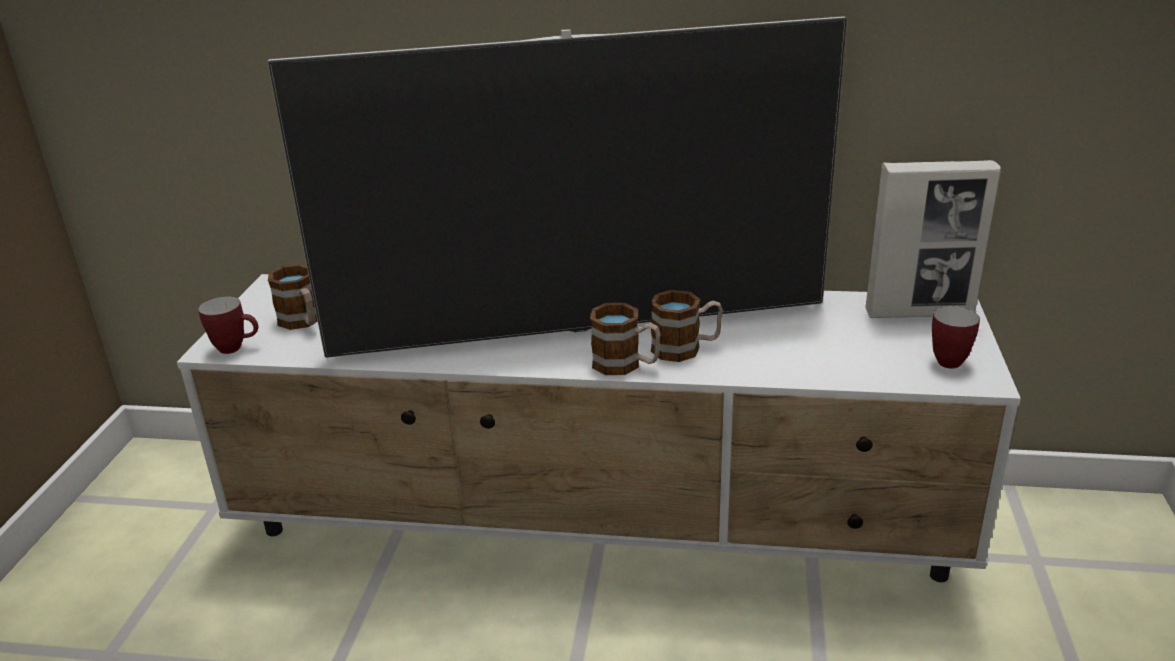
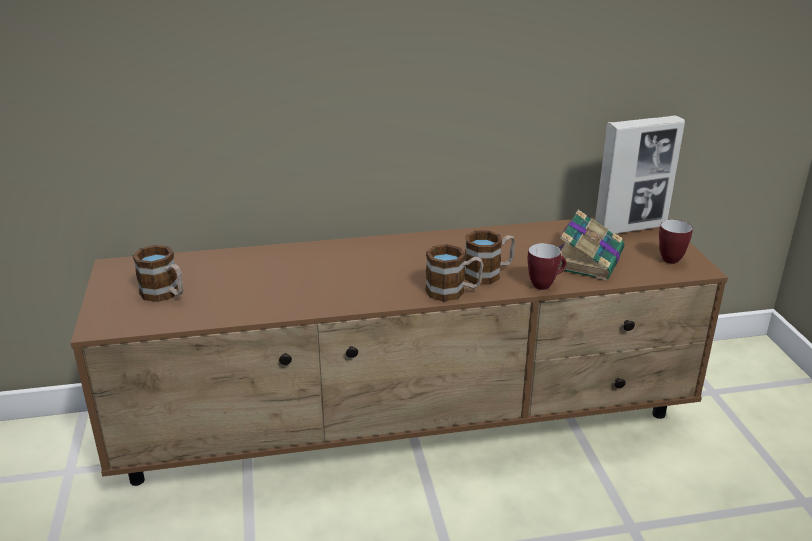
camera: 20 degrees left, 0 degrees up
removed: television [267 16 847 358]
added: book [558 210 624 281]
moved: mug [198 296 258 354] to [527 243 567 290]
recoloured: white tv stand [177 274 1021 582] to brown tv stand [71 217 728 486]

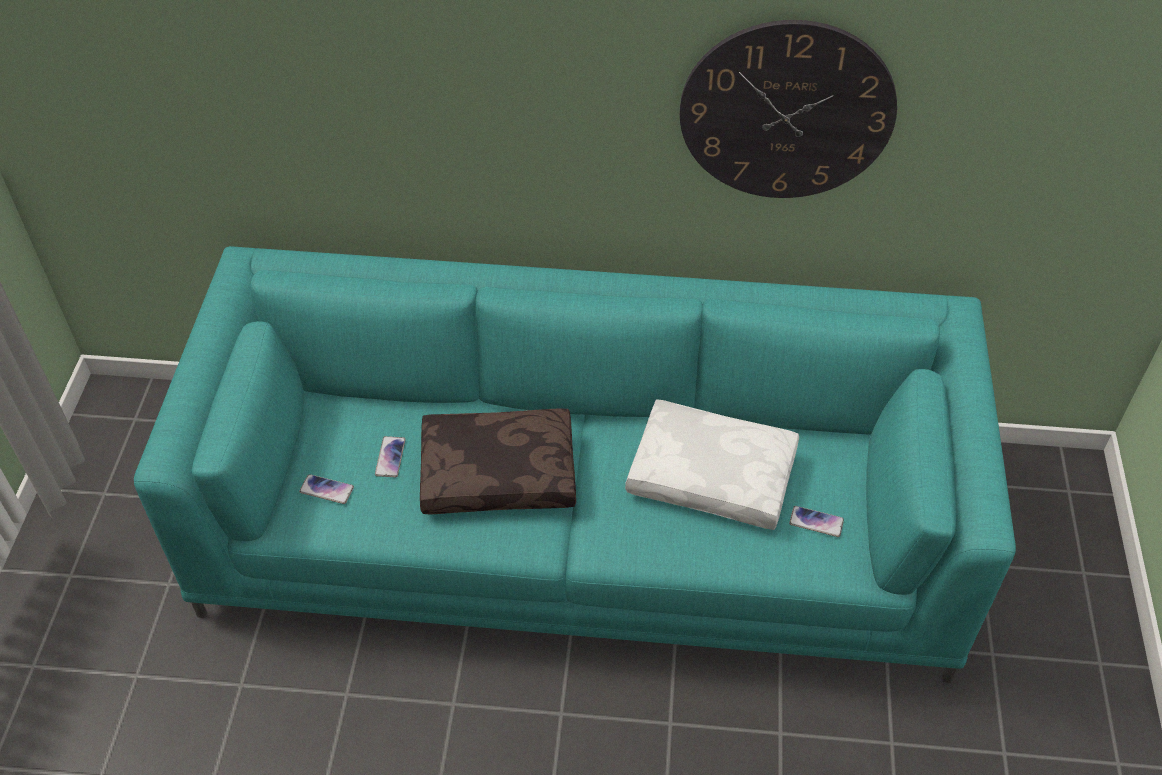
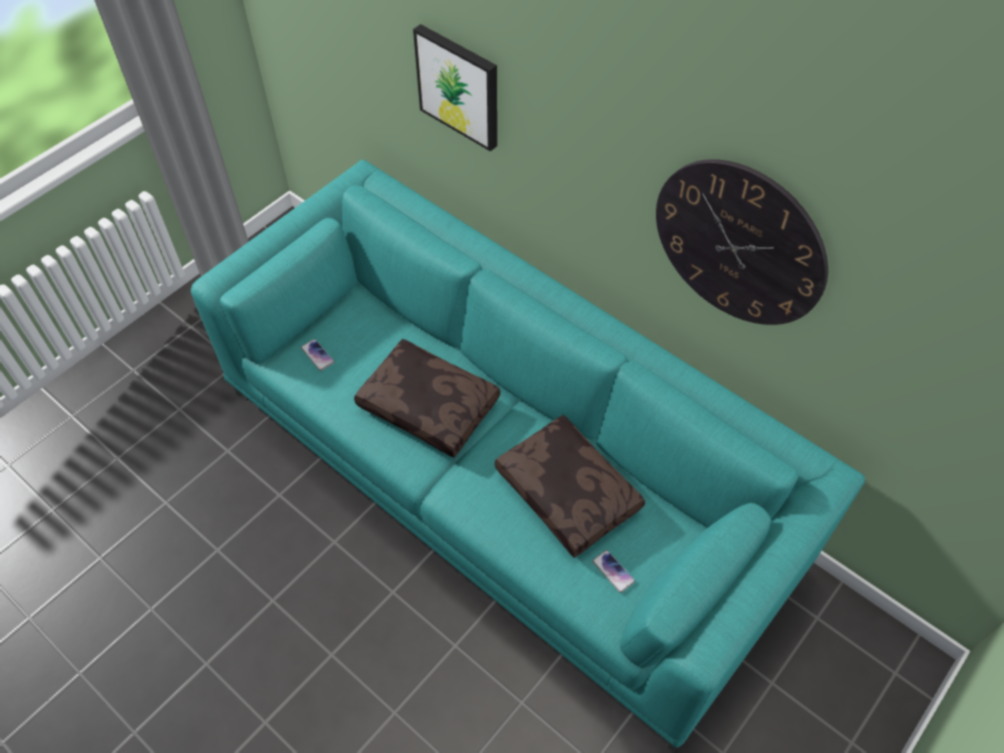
camera: 35 degrees right, 5 degrees up
removed: phone [375 436 406 477]
added: picture [413 24 497 152]
recoloured: white pillow [625 399 799 530] to brown pillow [495 415 645 558]

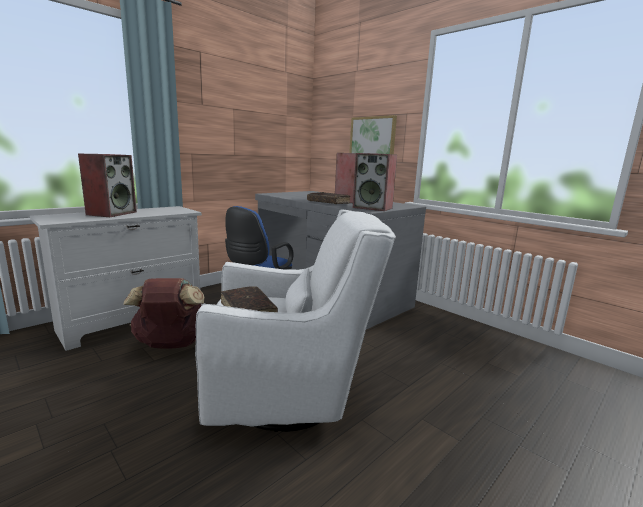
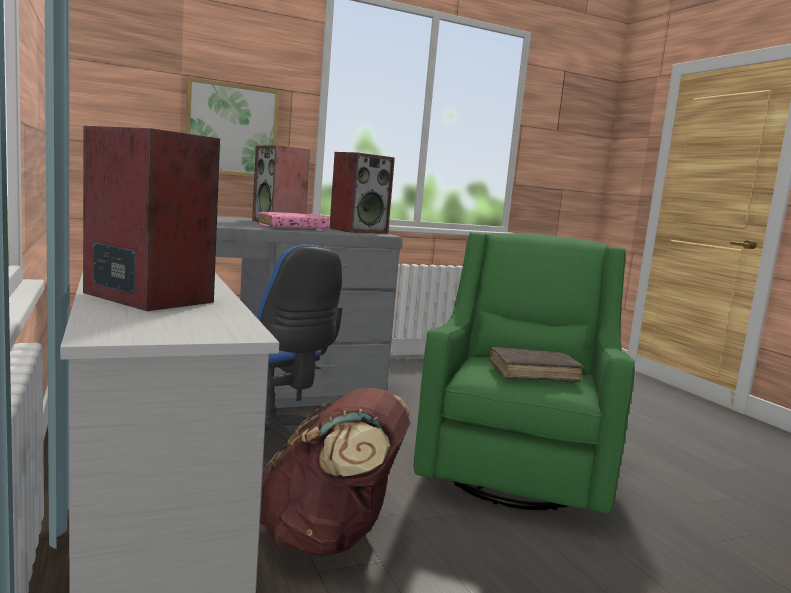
camera: 70 degrees left, 5 degrees down
recoloured: white armchair [195 209 396 432] to green armchair [414 232 635 513]; brown book [307 192 350 204] to pink book [258 211 329 230]

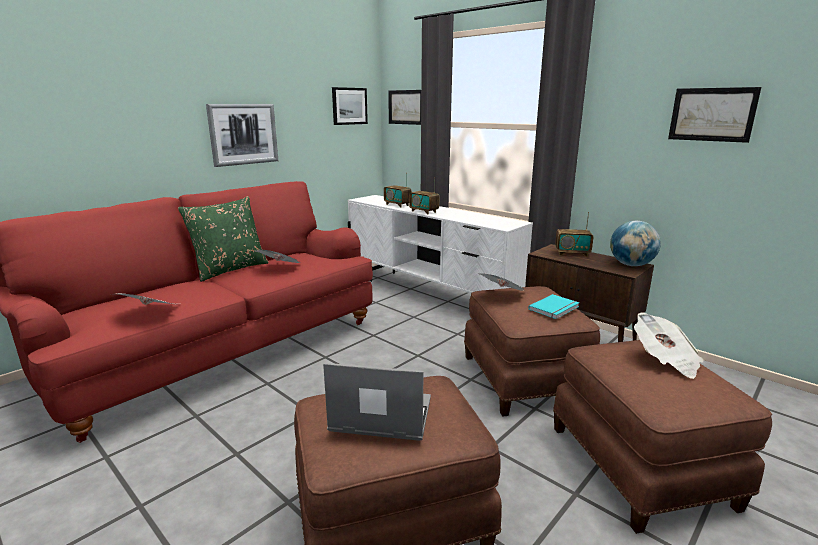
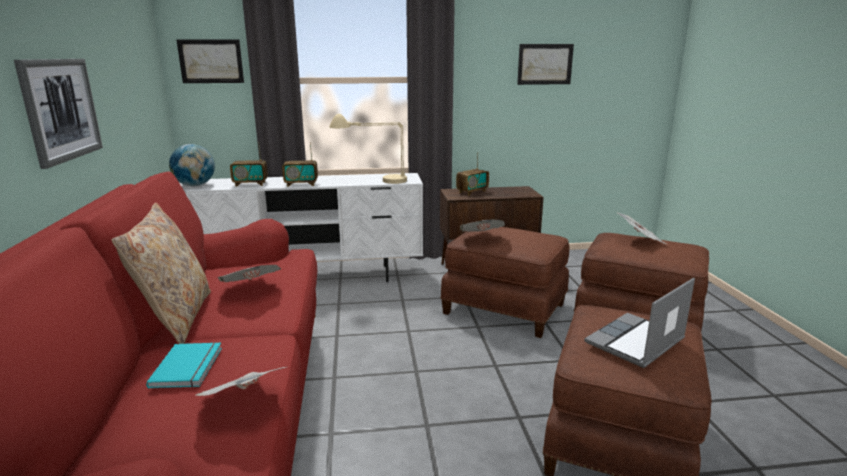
camera: 50 degrees left, 0 degrees up
removed: picture [332 87 368 125]
added: beige table lamp [329 114 407 184]
moved: turquoise book [528 294 579 319] to [146 342 222 388]; globe [610 220 661 266] to [169 144 215 186]
recoloured: green pillow [178 196 269 282] to beige pillow [112 203 211 344]

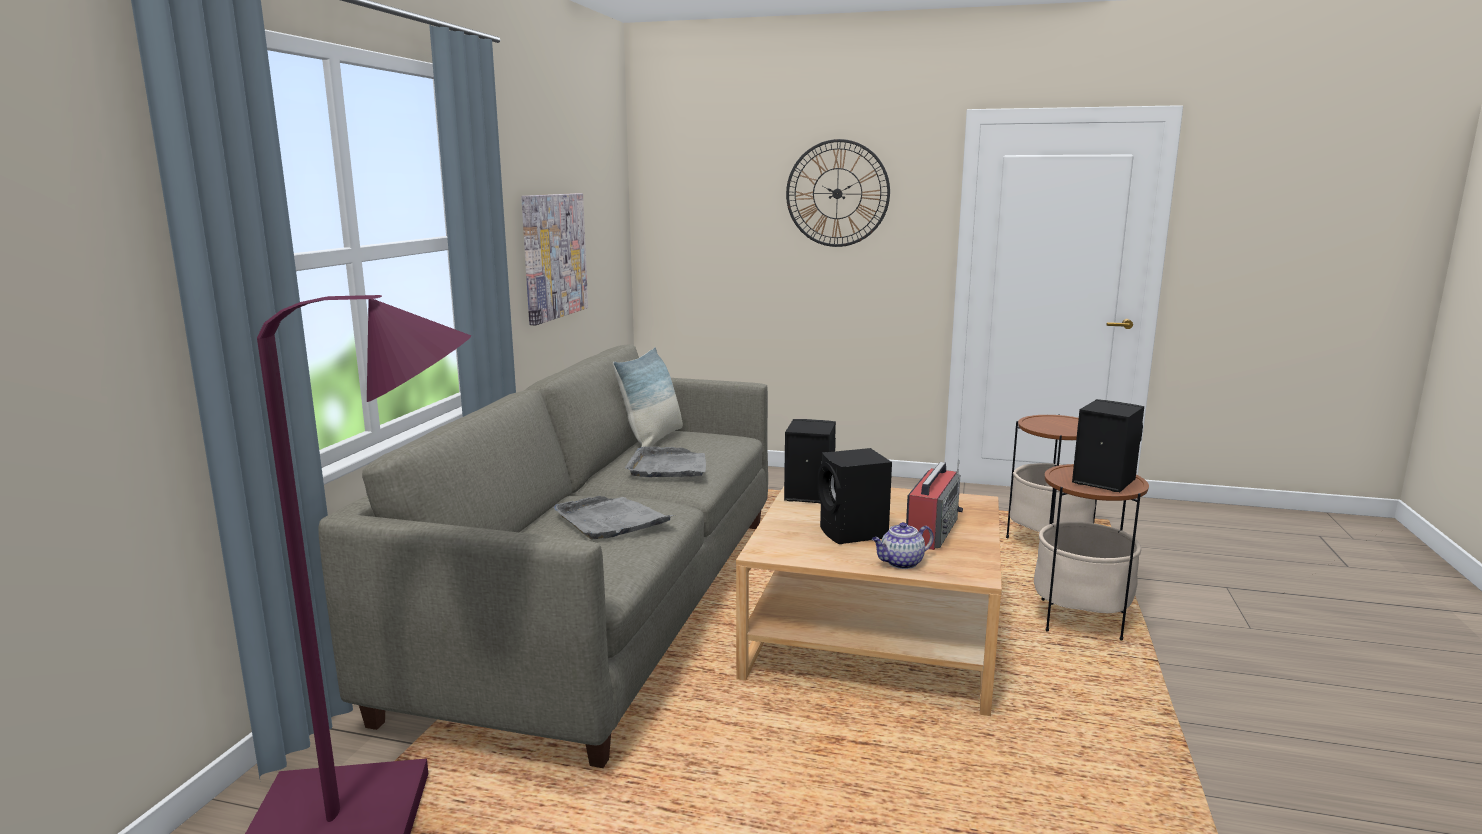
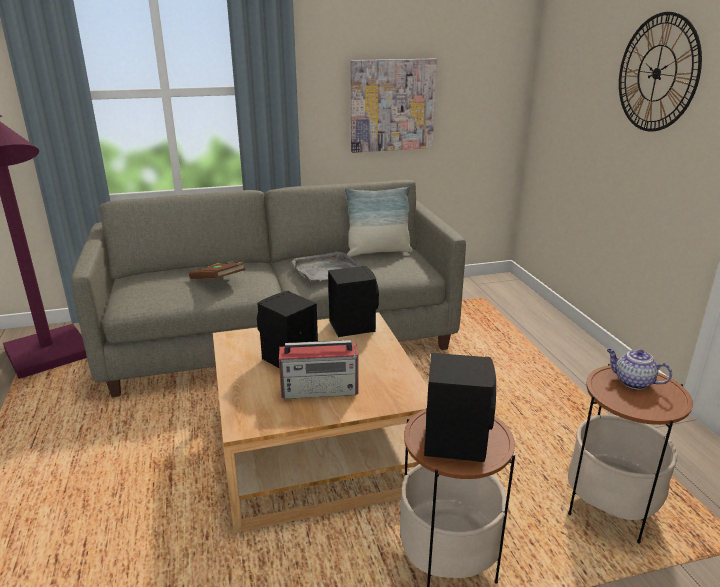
camera: 60 degrees right, 10 degrees up
moved: teapot [872 522 934 569] to [607 349 672 390]
replaced: grey tray [554 496 674 539] to brown book [189 261 246 279]

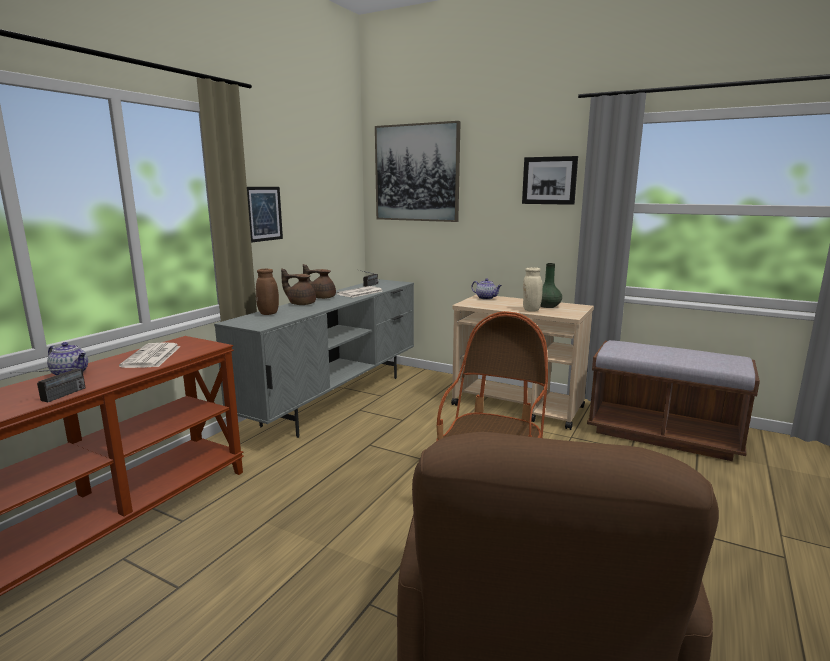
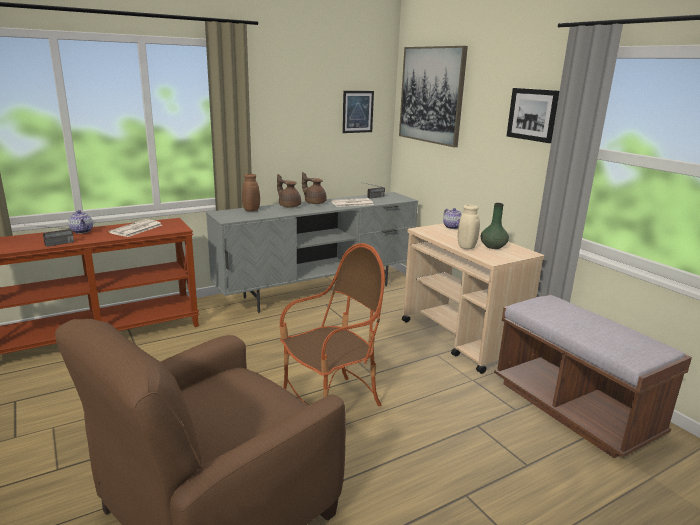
camera: 30 degrees right, 5 degrees up
moved: picture [247 187 283 243] to [342 91 374 133]

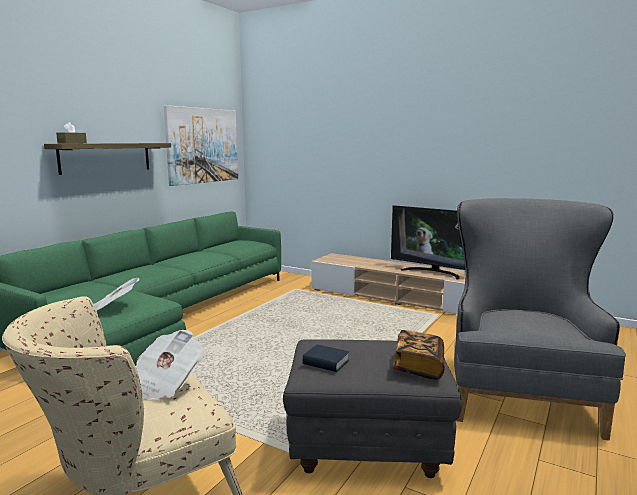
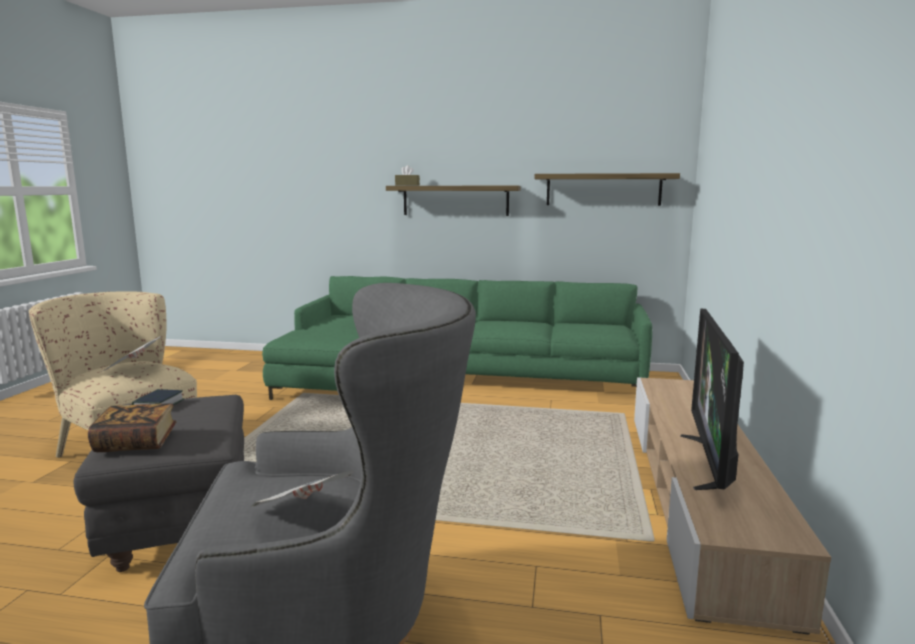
camera: 70 degrees right, 0 degrees up
moved: newspaper [94 278 140 311] to [251 470 355 507]
replaced: picture [164 105 238 186] to shelf [534 173 680 206]

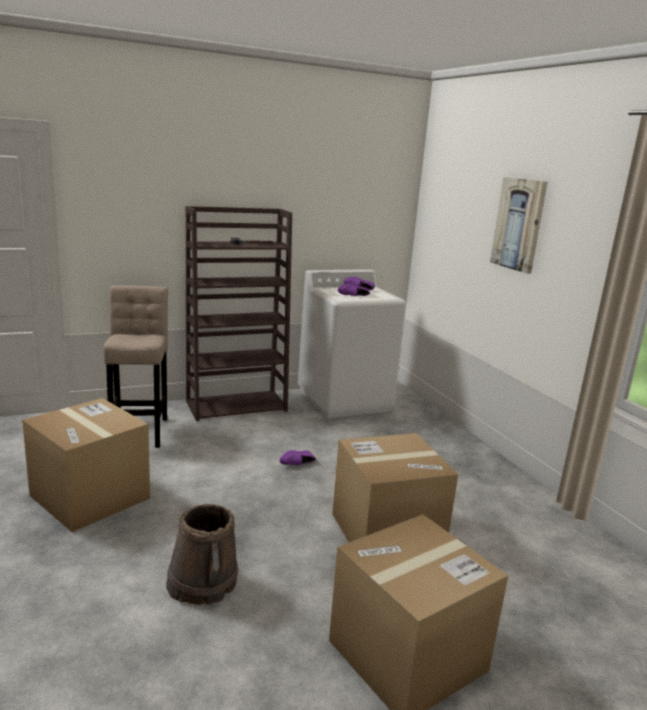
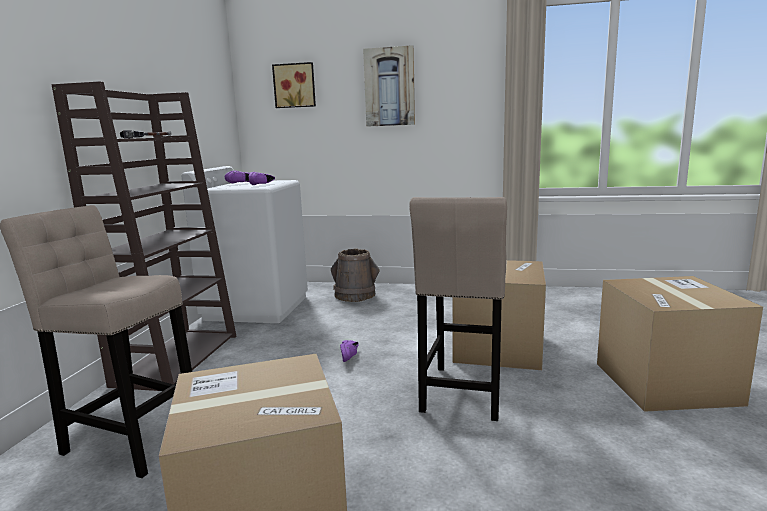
camera: 55 degrees left, 5 degrees down
added: picture [272 62 316 108]; beige stool [409 197 507 421]
moved: brown bucket [166 504 238 605] to [331 248 380 302]

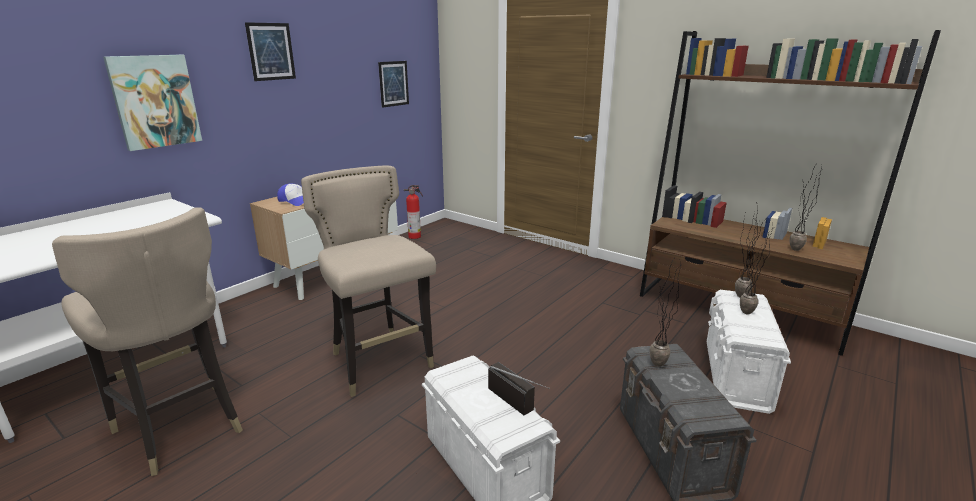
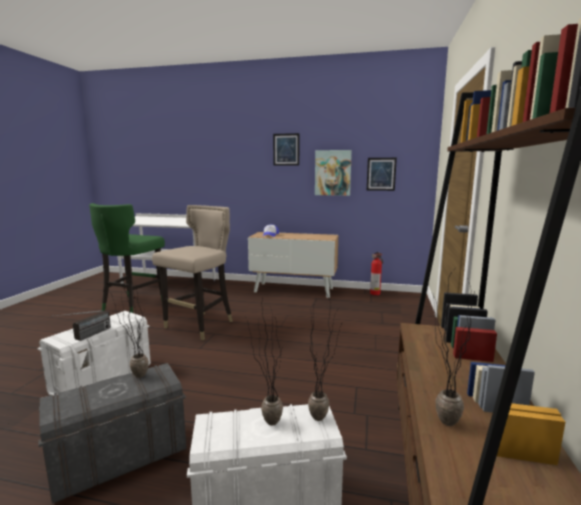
camera: 65 degrees right, 10 degrees down
moved: picture [103 55 202 151] to [315 150 352 196]
recoloured: beige stool [52 207 243 476] to green stool [89 203 165 313]

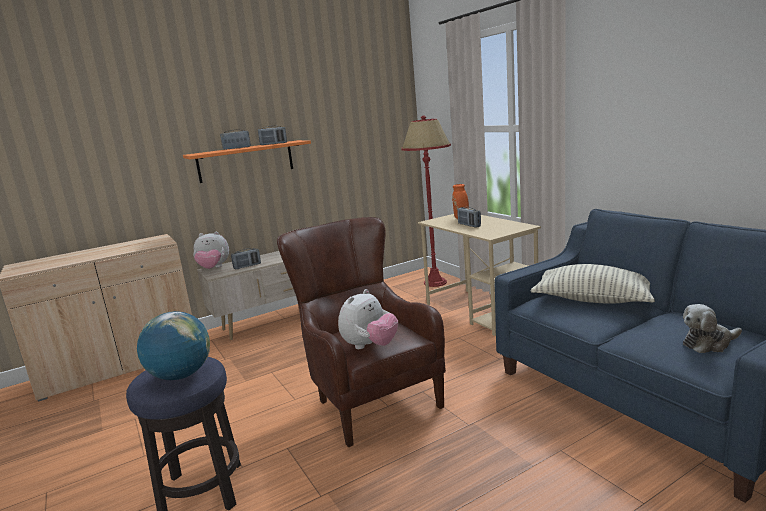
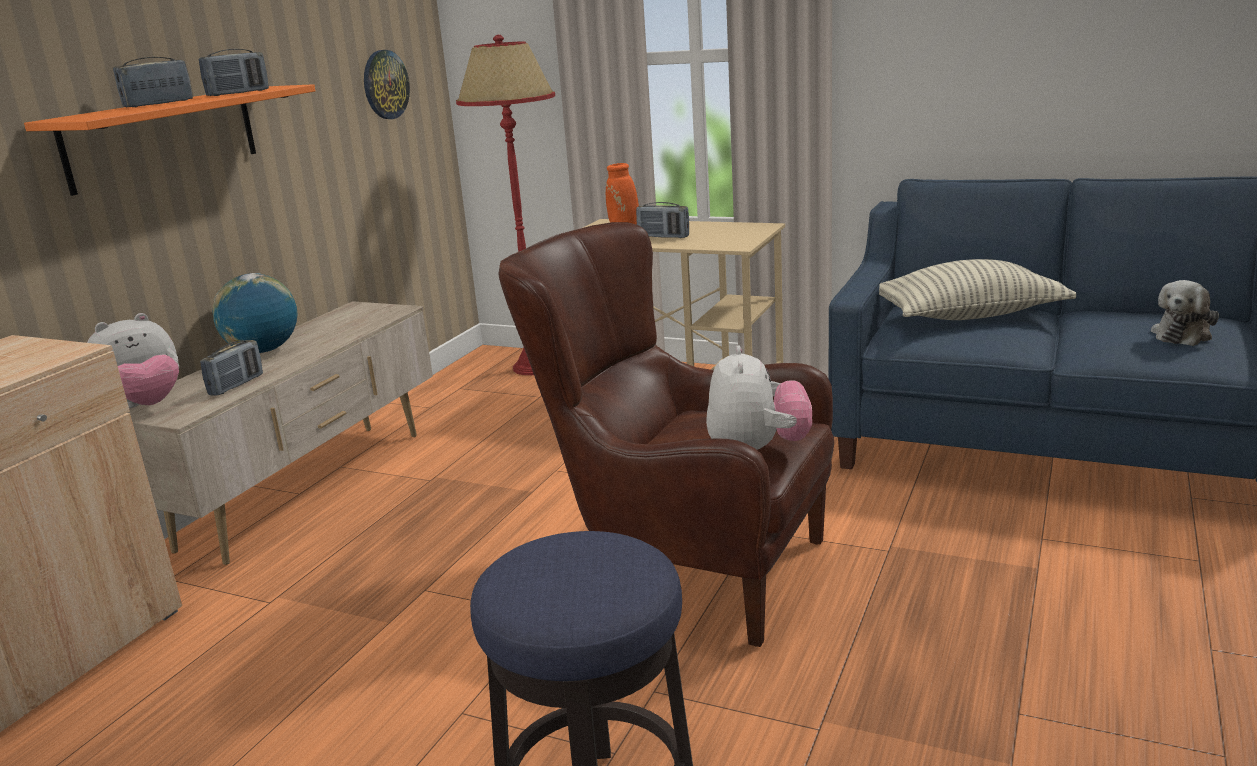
camera: 35 degrees left, 5 degrees up
added: wall clock [364 50 410 119]
moved: globe [137 311 210 380] to [213 273 298 353]

